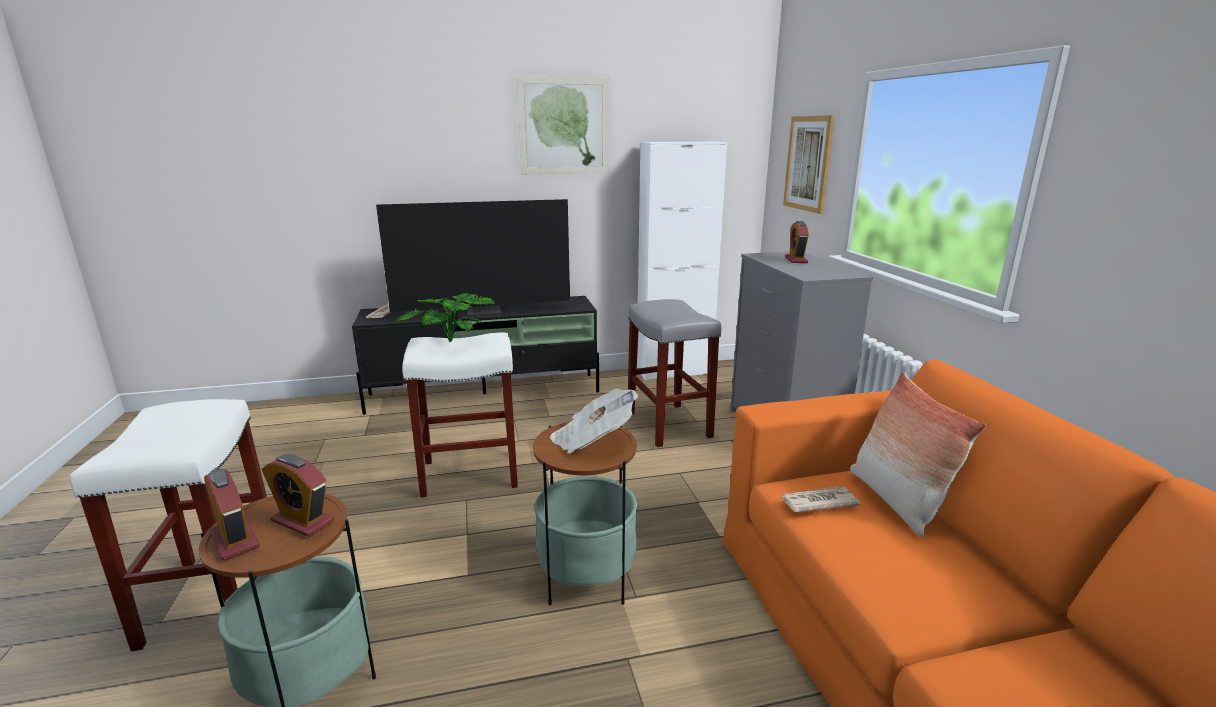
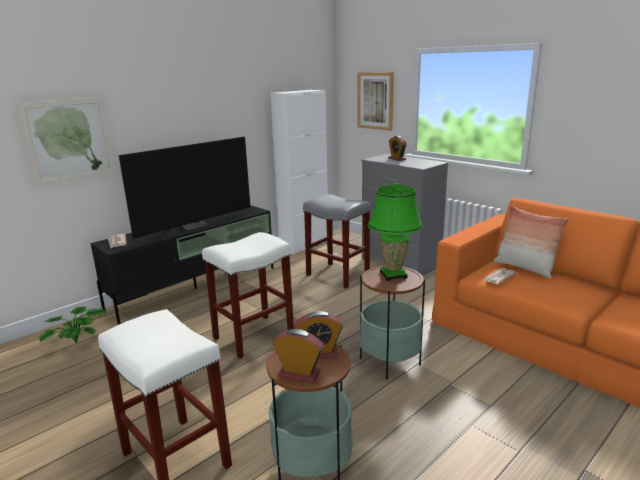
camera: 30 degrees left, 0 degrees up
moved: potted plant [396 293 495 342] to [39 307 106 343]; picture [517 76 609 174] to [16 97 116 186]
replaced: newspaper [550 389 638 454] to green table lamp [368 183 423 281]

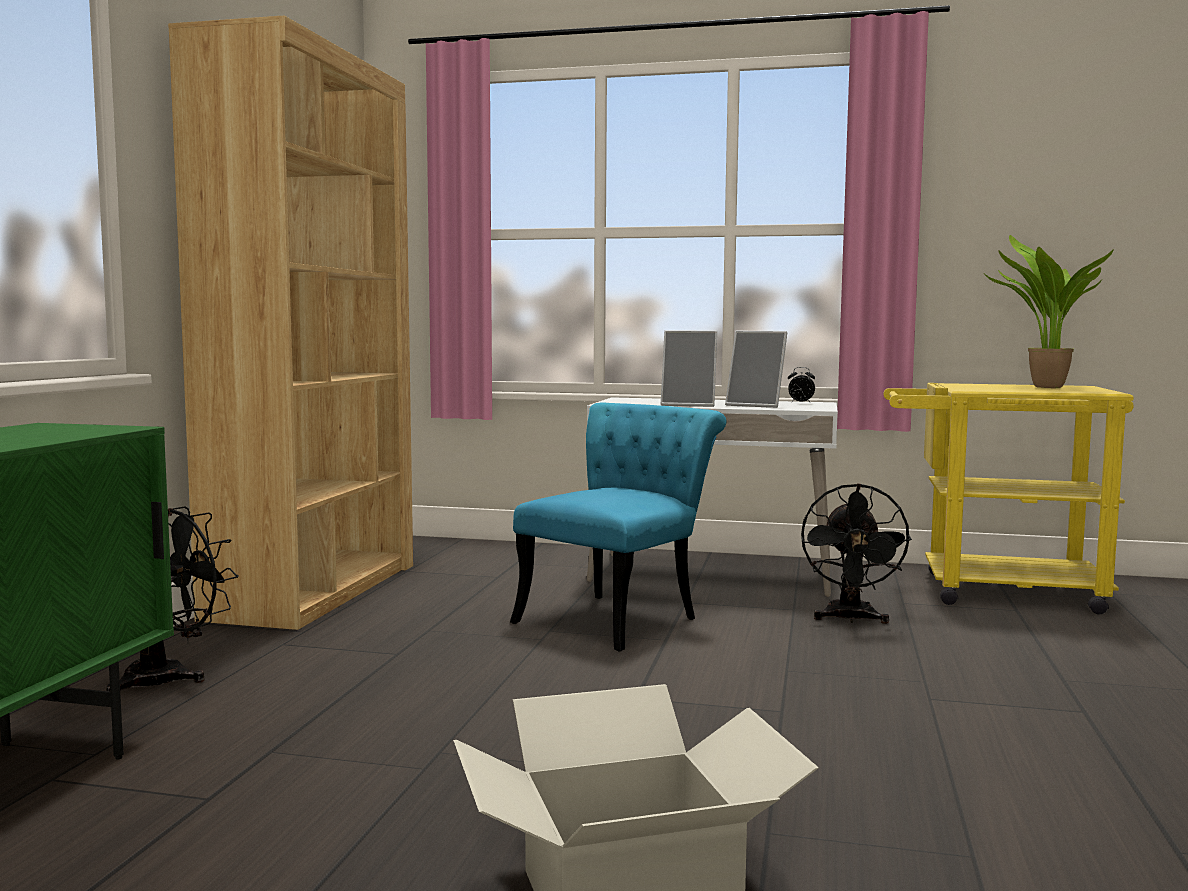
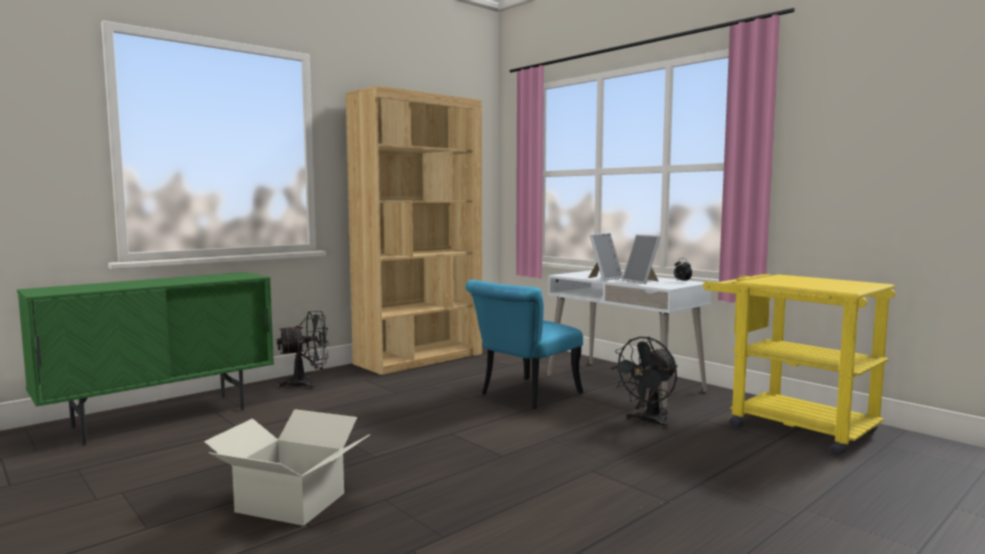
camera: 35 degrees right, 0 degrees up
removed: potted plant [984 235 1114 388]
turned: turquoise chair [510 403 726 652] = [465 280 584 409] 150 degrees clockwise; picture frame [661 330 717 407] = [588 233 623 281] 90 degrees counterclockwise

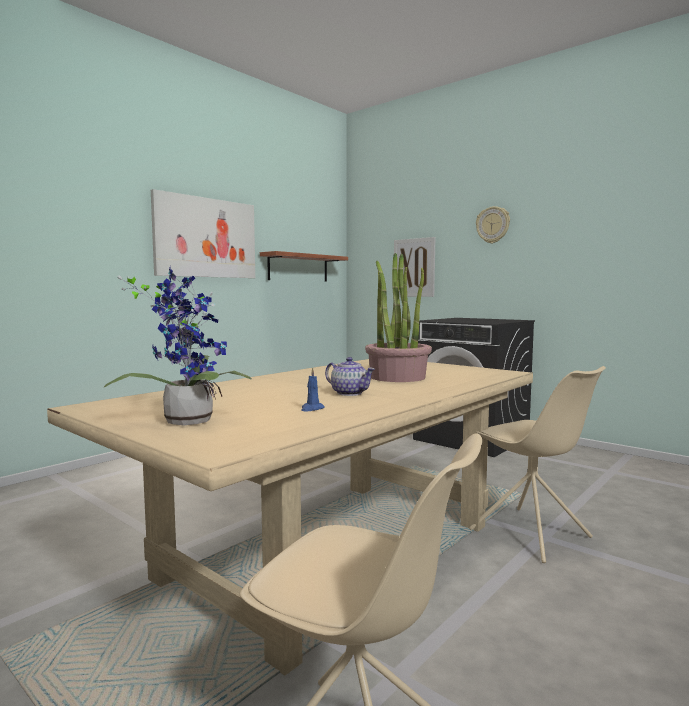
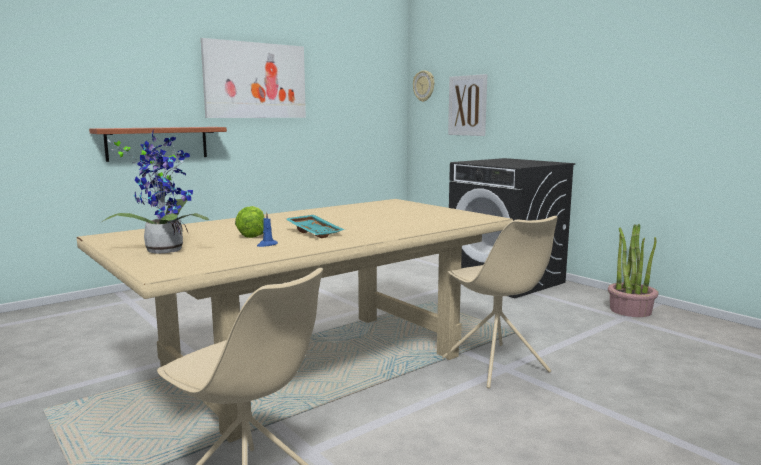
camera: 10 degrees right, 5 degrees up
added: lettuce [235 206 265 238]
moved: shelf [260 251 348 282] to [89 127 227 162]; potted plant [365 253 432 382] to [608 224 658 317]; wall clock [476 206 510 243] to [413 70 434 102]
replaced: teapot [325 357 375 396] to turquoise tray [286 215 345 238]

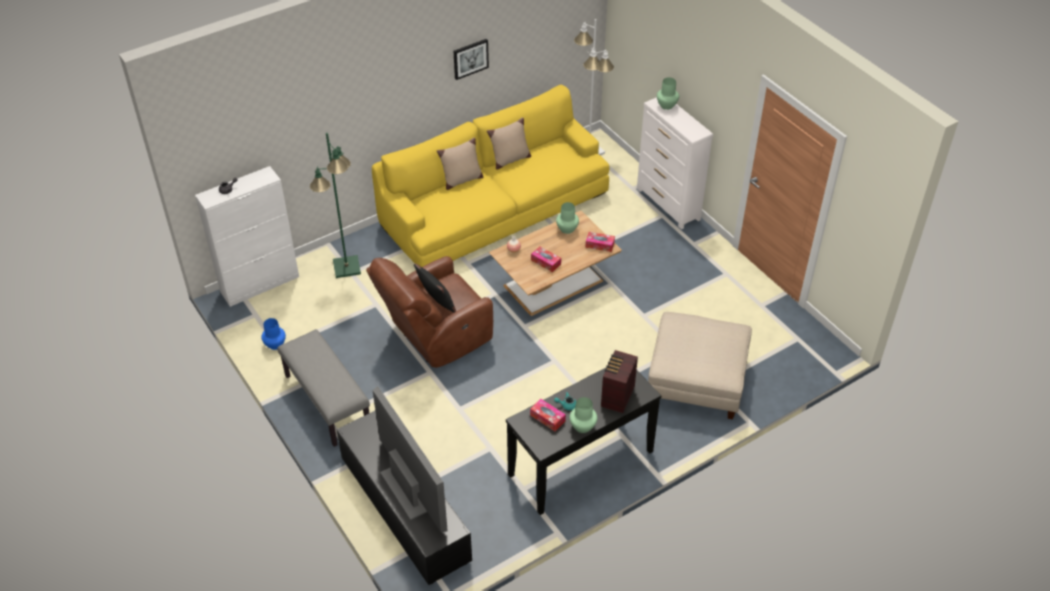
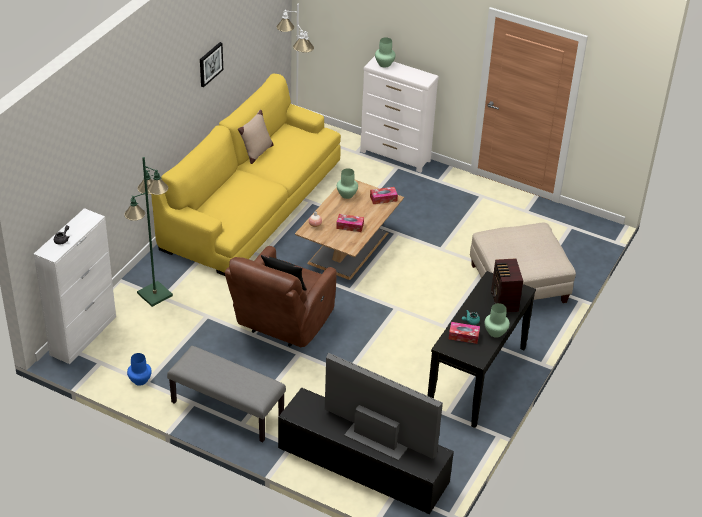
camera: 30 degrees left, 5 degrees down
removed: beige pillow [437 138 484 190]

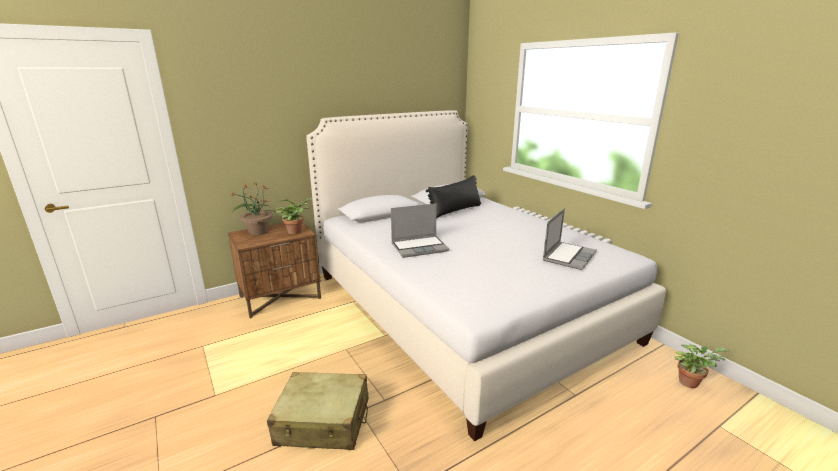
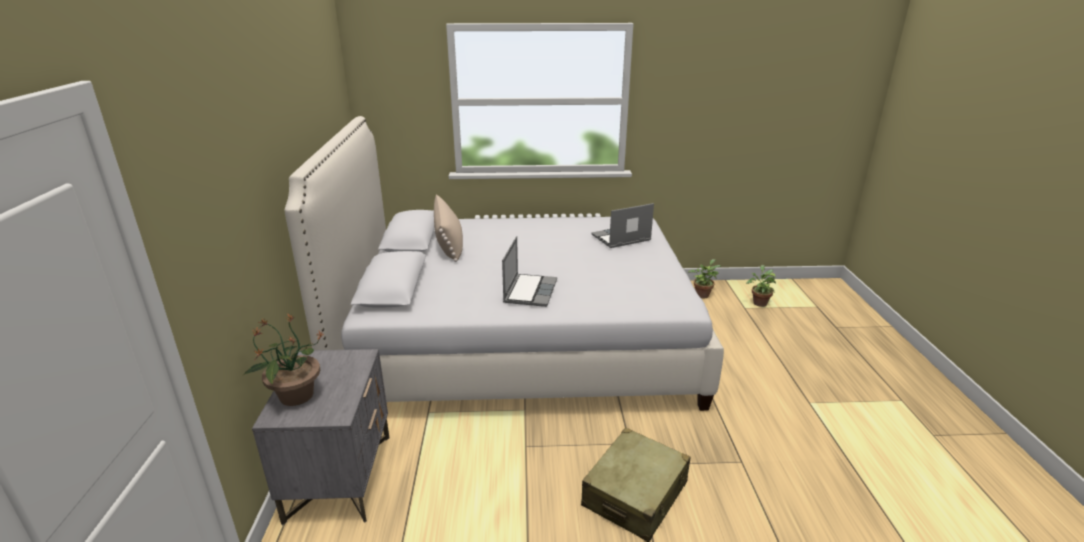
camera: 60 degrees left, 5 degrees up
moved: potted plant [276 198 313 234] to [746 265 776 307]
recoloured: brown nightstand [228 222 321 319] to grey nightstand [252 349 389 525]; black pillow [426 175 481 218] to beige pillow [434 195 463 262]
turned: laptop [543 208 597 270] = [591 203 654 248] 90 degrees counterclockwise

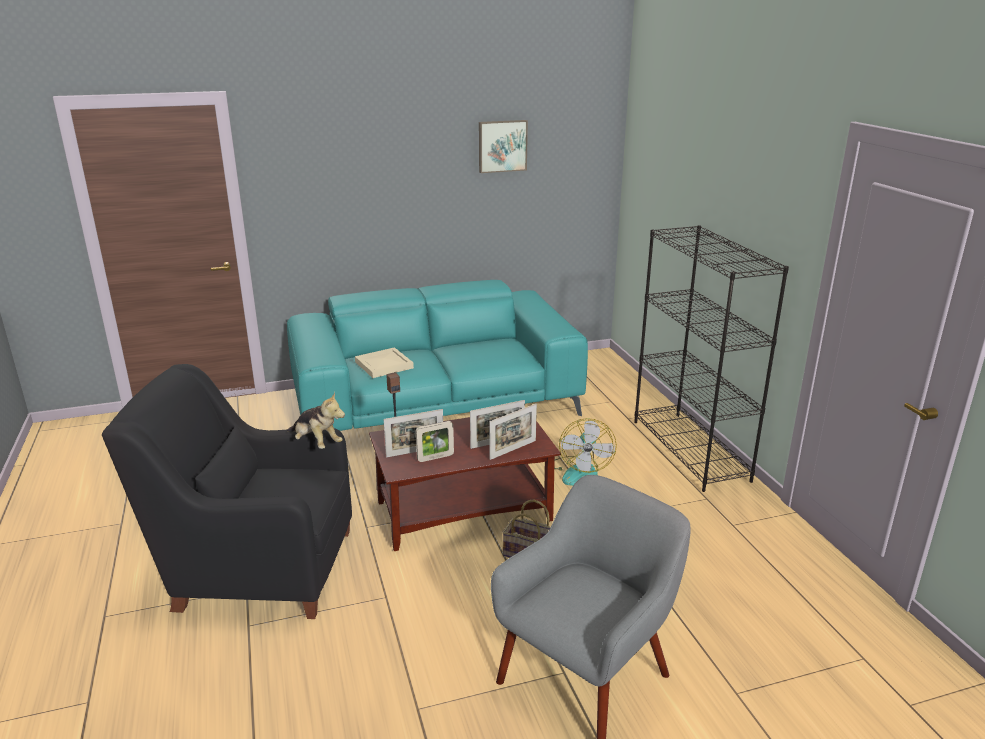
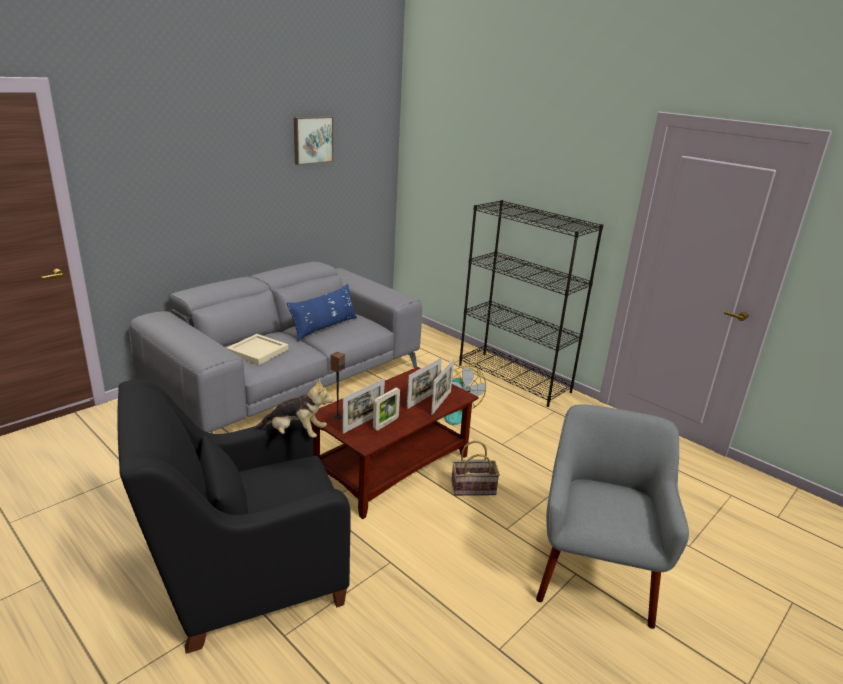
camera: 30 degrees left, 0 degrees up
added: blue pillow [287 284 357 341]
recoloured: turquoise sofa [287 280 588 431] to grey sofa [129 262 422 434]

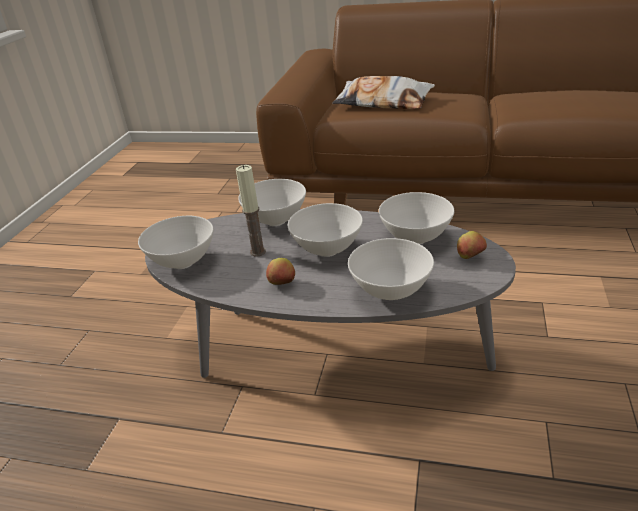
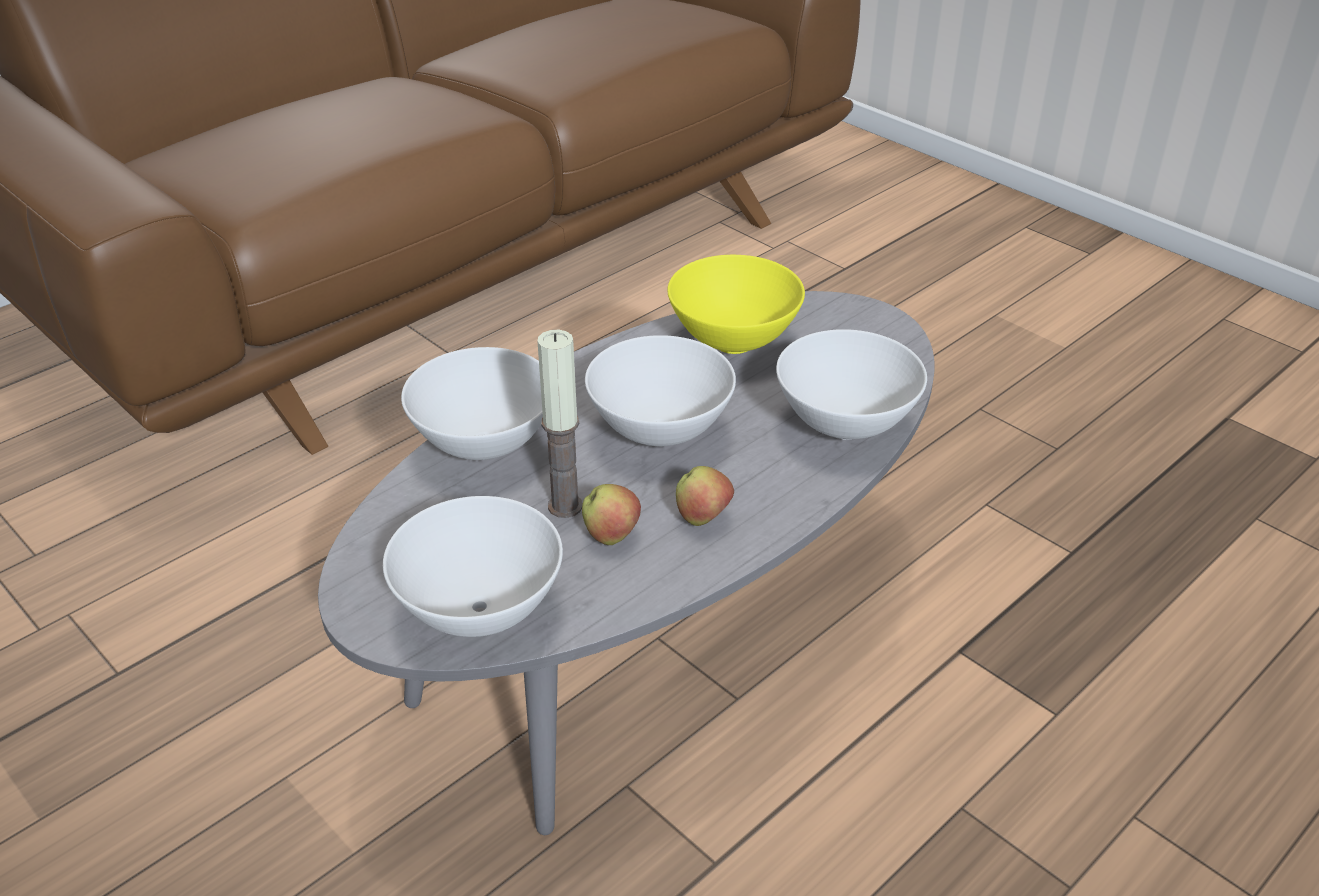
camera: 60 degrees left, 5 degrees up
removed: pillow [332 76 435 109]
moved: apple [457 231 487 259] to [582 484 641 545]
recoloured: white bowl [379 192 454 244] to yellow bowl [667 255 805 354]

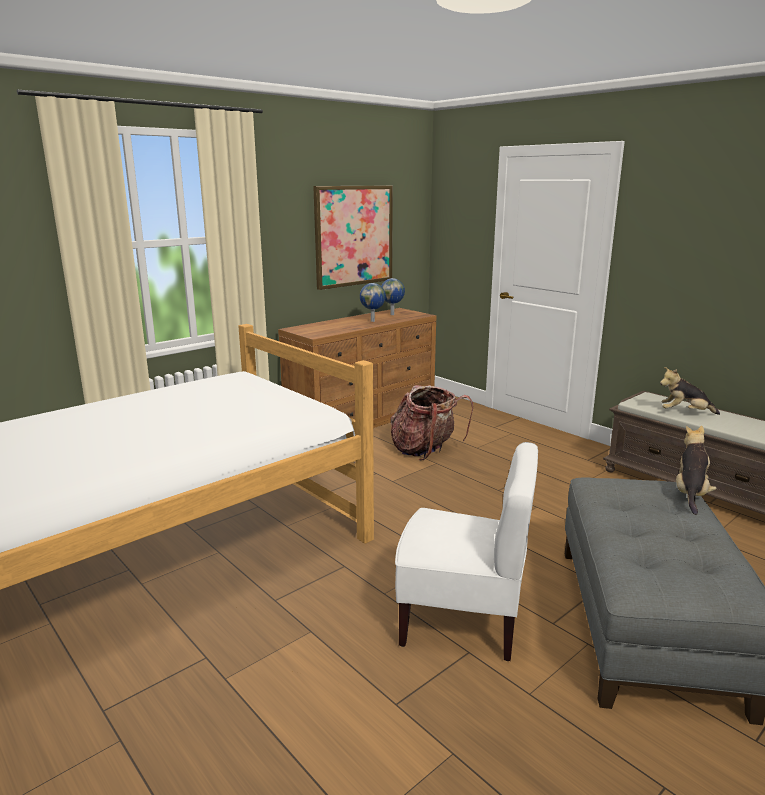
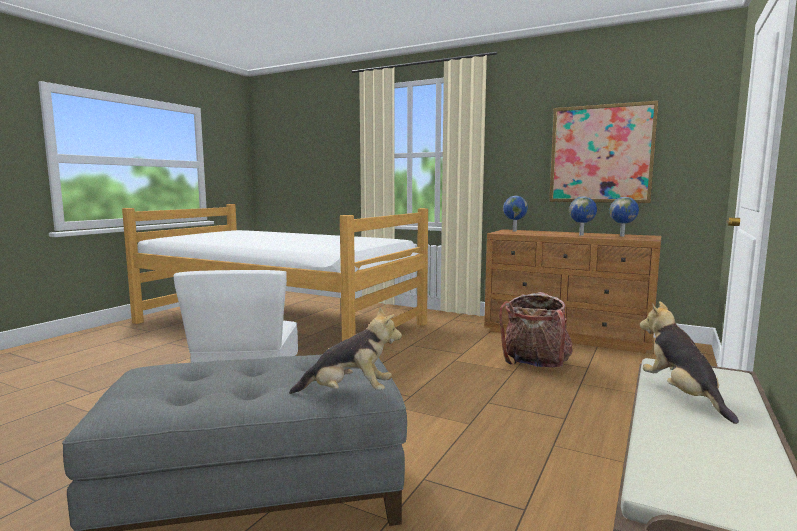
camera: 70 degrees right, 10 degrees down
added: globe [503 196 528 232]

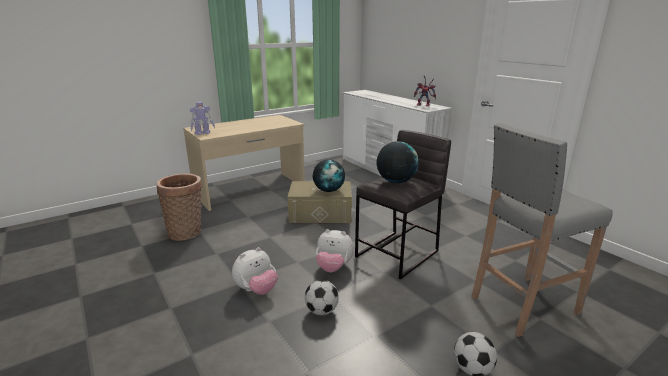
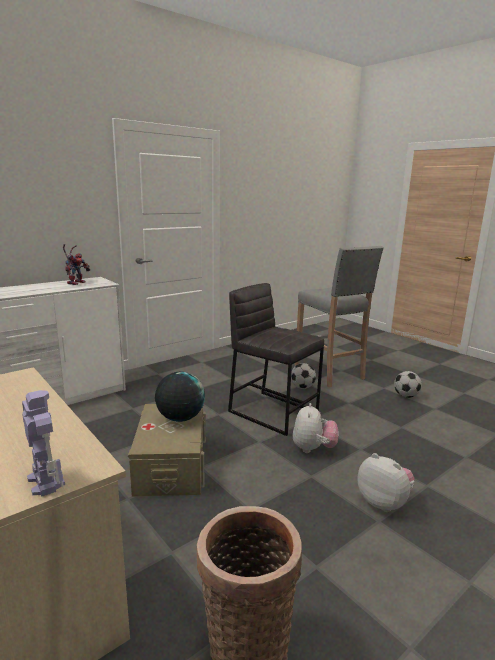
camera: 95 degrees left, 5 degrees down
removed: globe [376 141 419 183]
moved: football [305 280 339 315] to [291 363 316 389]

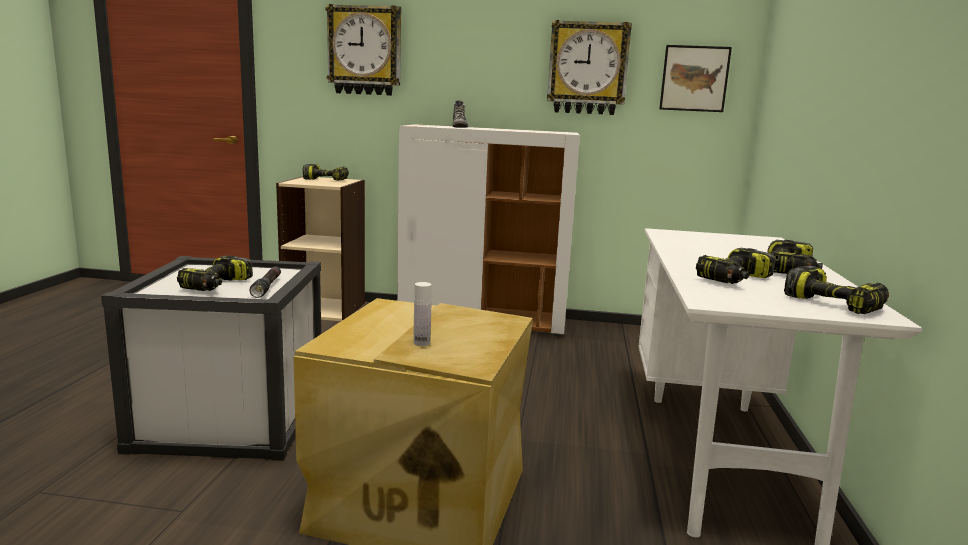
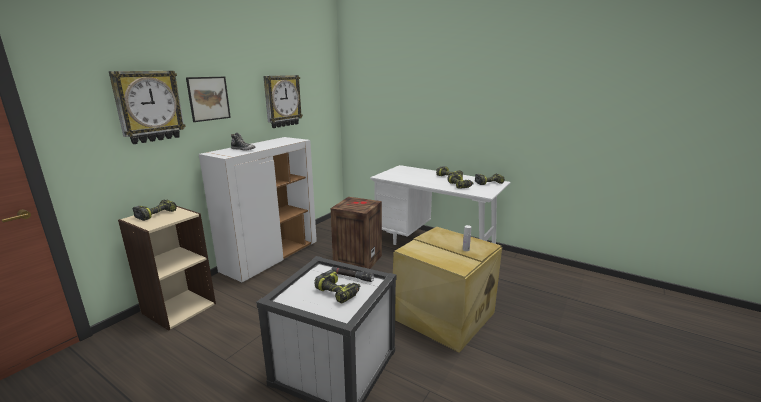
camera: 65 degrees left, 5 degrees up
added: crate [331 197 382 269]
moved: picture [659 45 732 112] to [186 77 231 122]

